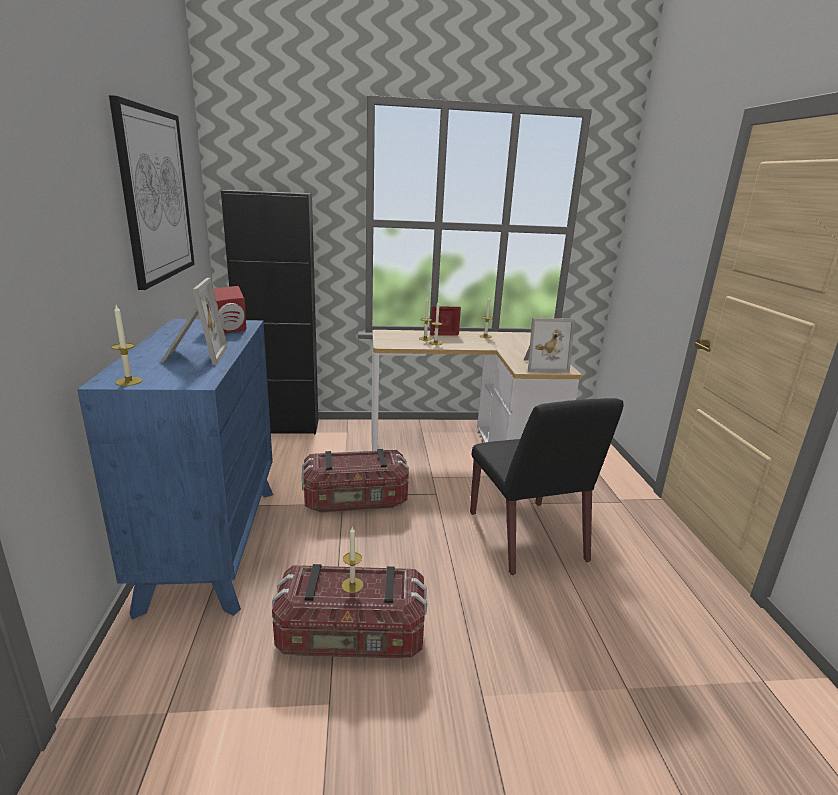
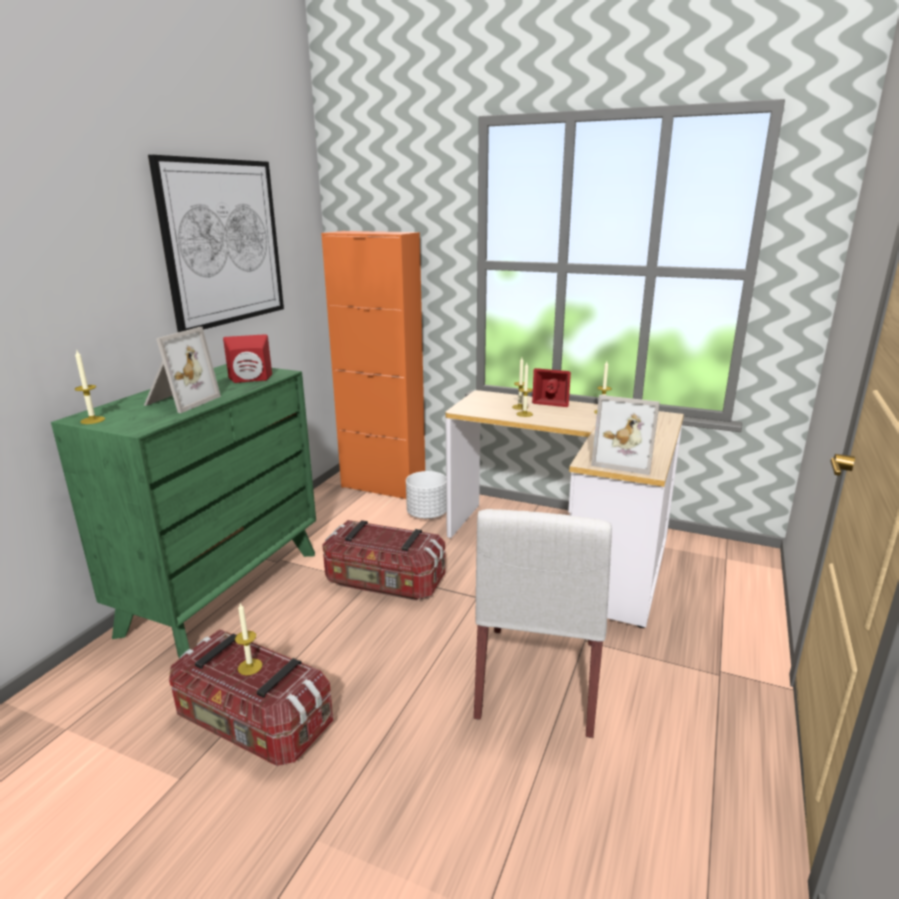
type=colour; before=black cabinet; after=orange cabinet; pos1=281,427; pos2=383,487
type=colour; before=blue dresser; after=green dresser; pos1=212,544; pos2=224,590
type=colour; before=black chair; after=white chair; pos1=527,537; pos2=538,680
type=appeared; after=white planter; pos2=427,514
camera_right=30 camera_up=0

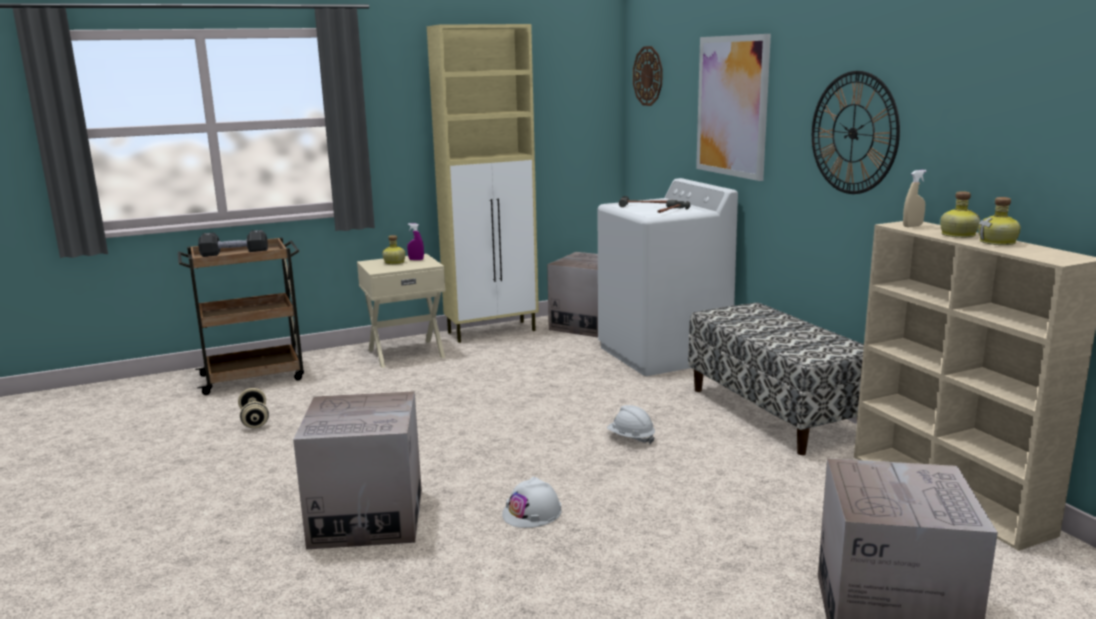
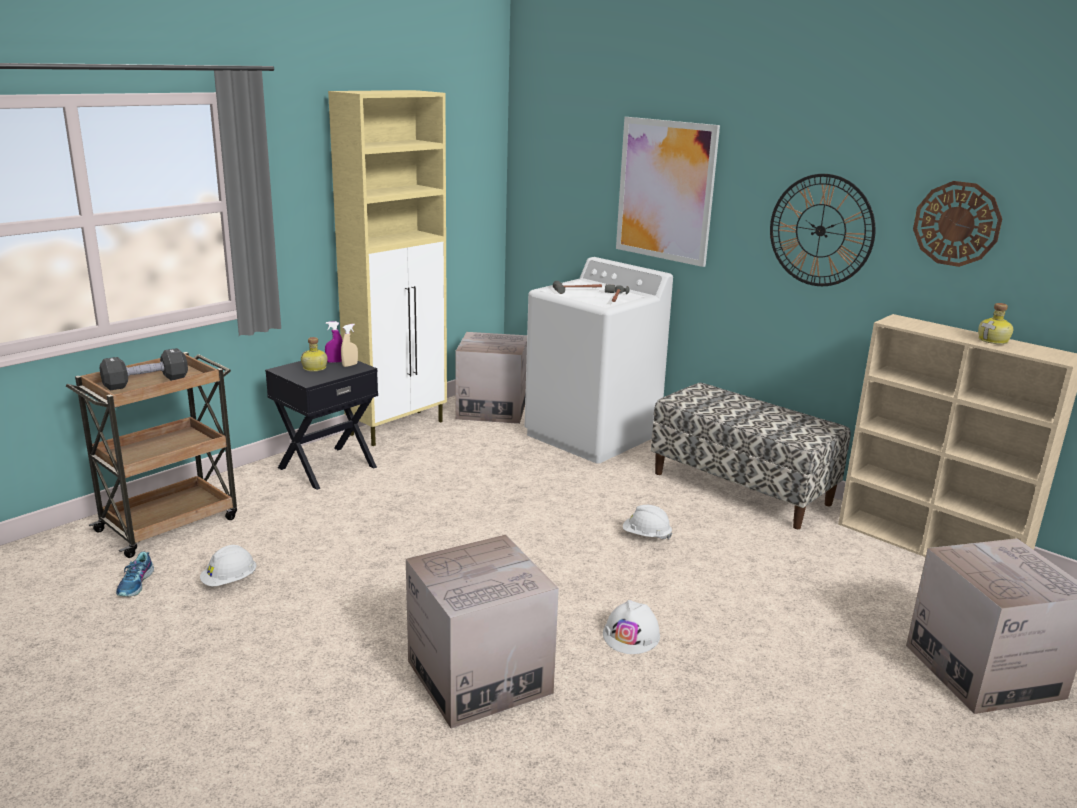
type=relocated; before=wall clock; pos1=648,76; pos2=956,224
type=relocated; before=beige spray bottle; pos1=912,226; pos2=350,365
type=missing; before=bottle; pos1=957,235
type=colour; before=beige nightstand; after=black nightstand; pos1=406,353; pos2=326,467
type=exchanged; before=beige dumbbell; after=white hard hat; pos1=254,420; pos2=230,581
type=appeared; after=shoe; pos2=136,584
camera_right=-25 camera_up=5

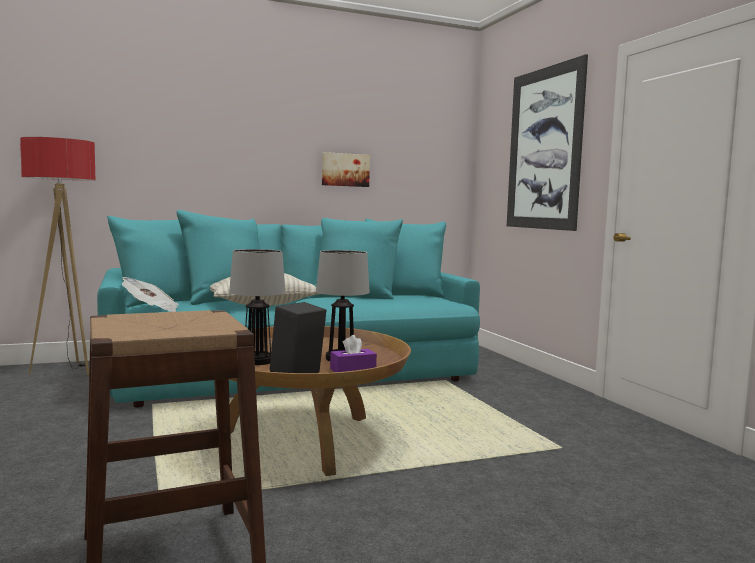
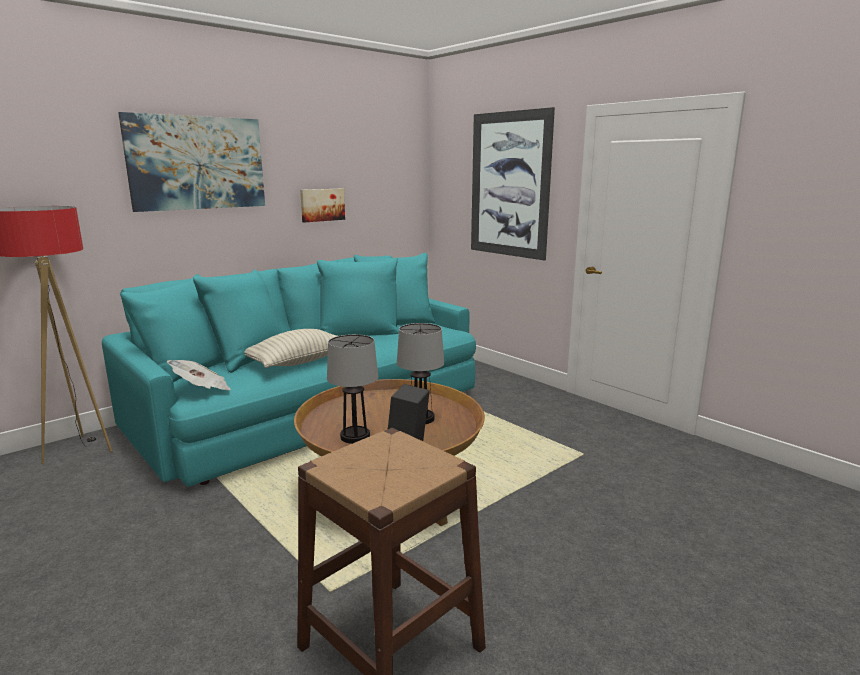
type=missing; before=purple tissue box; pos1=353,370
type=appeared; after=picture; pos2=197,163
camera_right=-20 camera_up=10

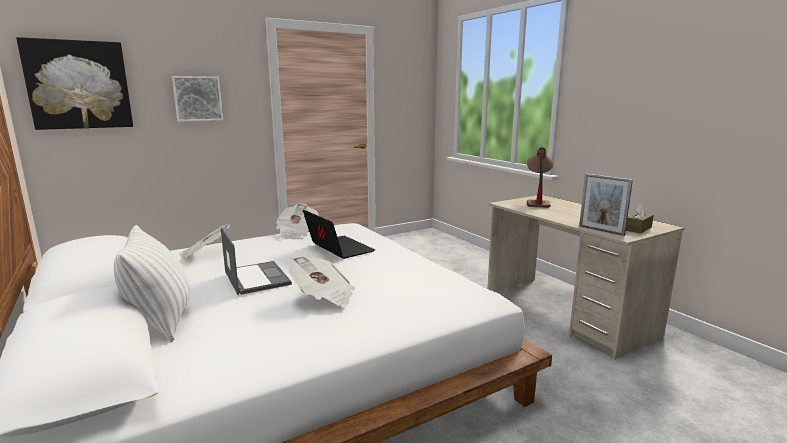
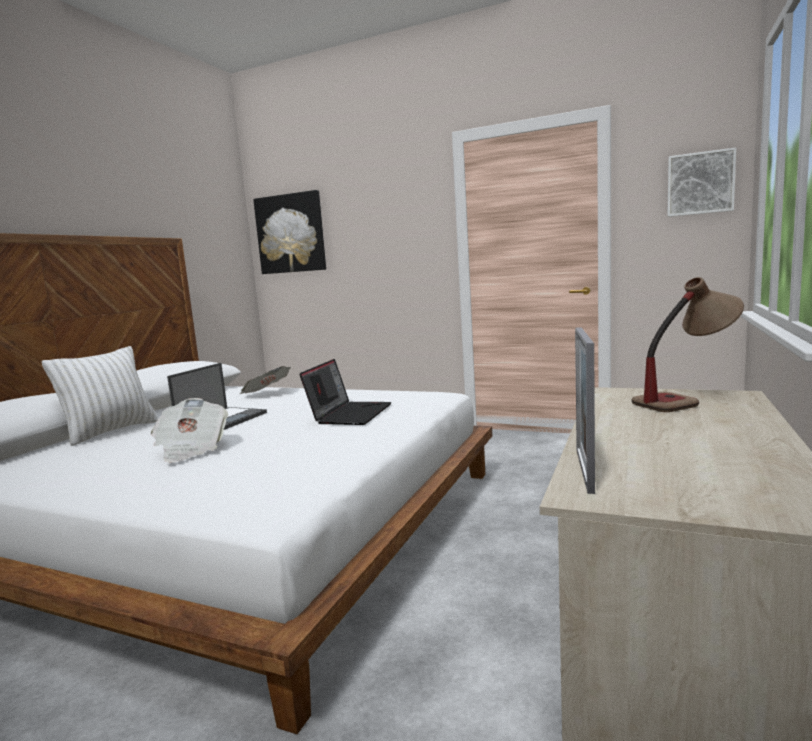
type=relocated; before=picture; pos1=197,98; pos2=700,183
type=missing; before=brown tissue box; pos1=637,228
type=missing; before=newspaper; pos1=296,233
camera_right=55 camera_up=-5

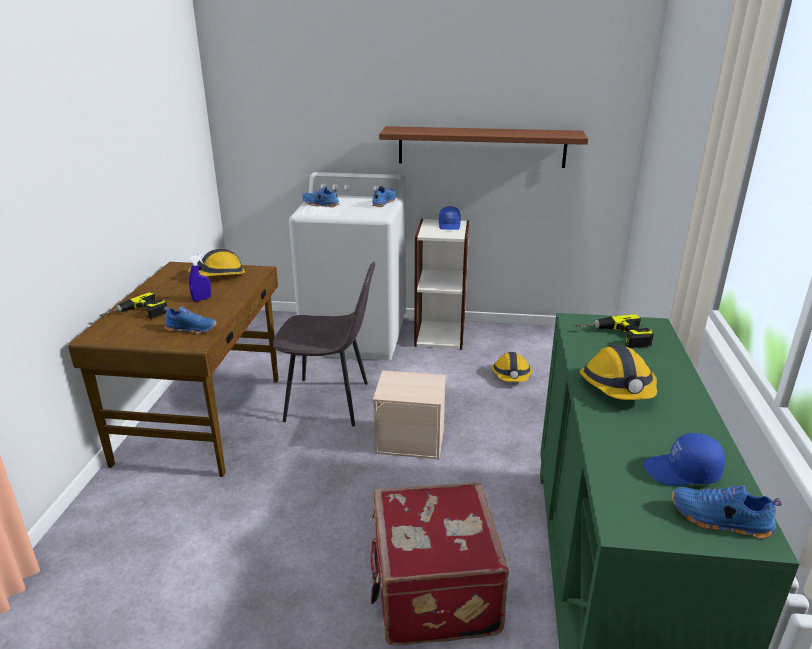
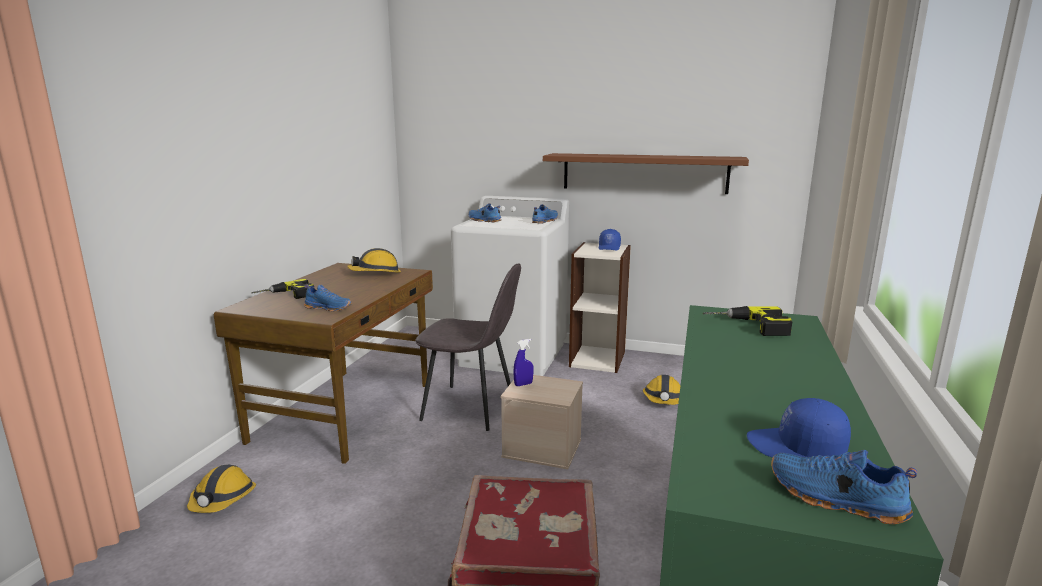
type=relocated; before=blue spray bottle; pos1=202,299; pos2=523,384
type=relocated; before=hard hat; pos1=618,387; pos2=223,500
camera_right=10 camera_up=-10

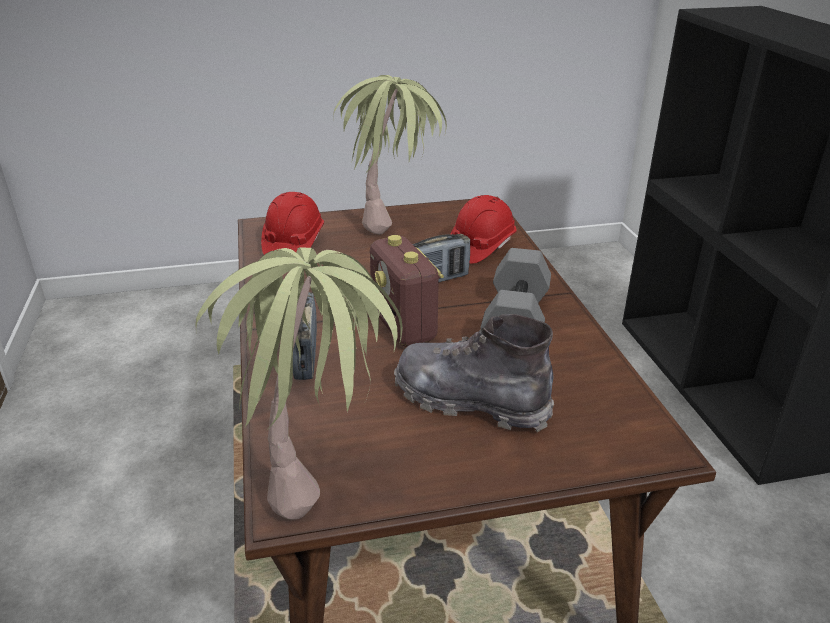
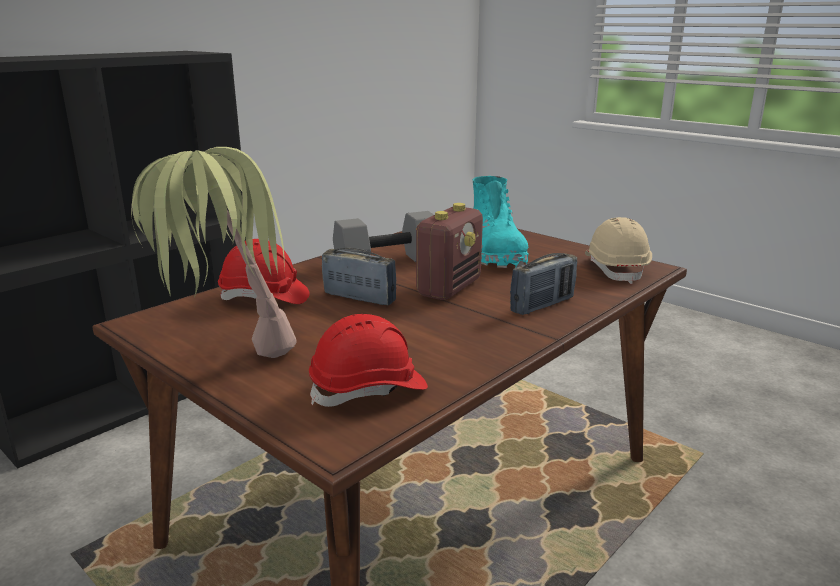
type=exchanged; before=potted plant; after=beige hard hat; pos1=318,466; pos2=615,269
type=colour; before=grey boot; after=turquoise boot; pos1=470,401; pos2=495,254
camera_right=-125 camera_up=-10

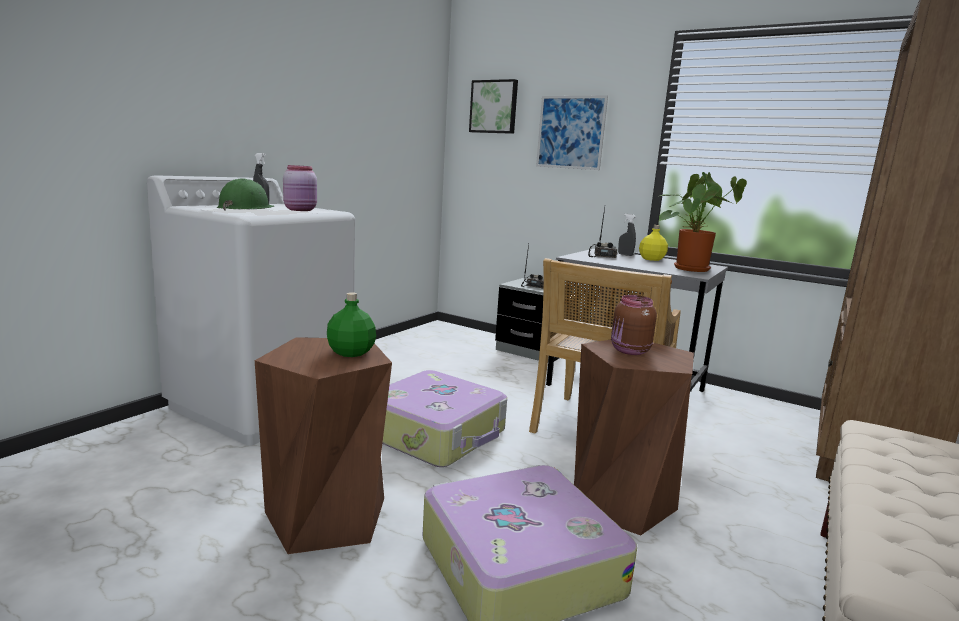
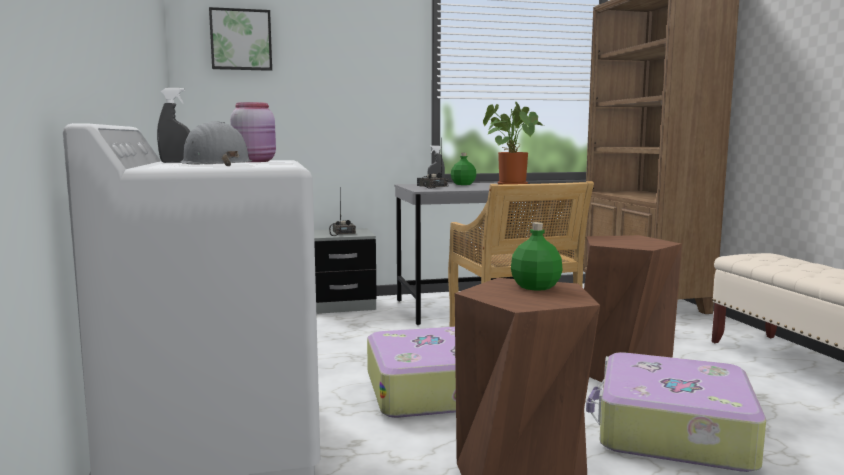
type=missing; before=picture; pos1=570,132
type=colour; before=green hard hat; after=grey hard hat; pos1=245,209; pos2=214,164
type=colour; before=yellow bottle; after=green bottle; pos1=651,259; pos2=463,184
type=missing; before=brown jar; pos1=629,351
camera_right=-45 camera_up=-5

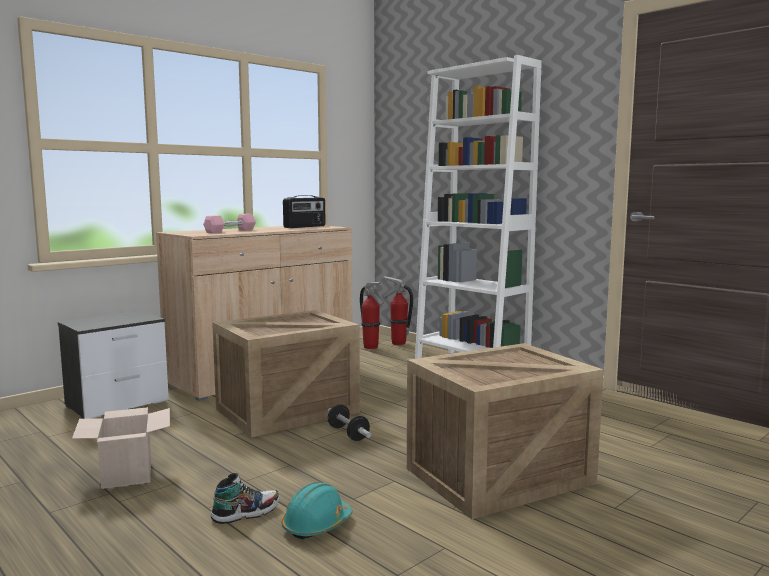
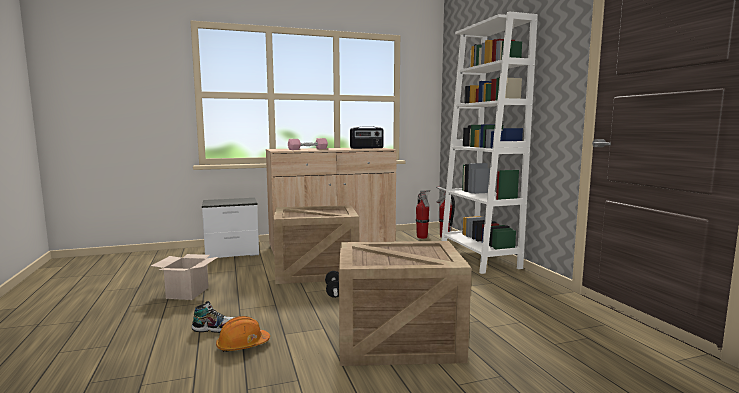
type=colour; before=turquoise hard hat; after=orange hard hat; pos1=317,525; pos2=242,345
camera_right=25 camera_up=0

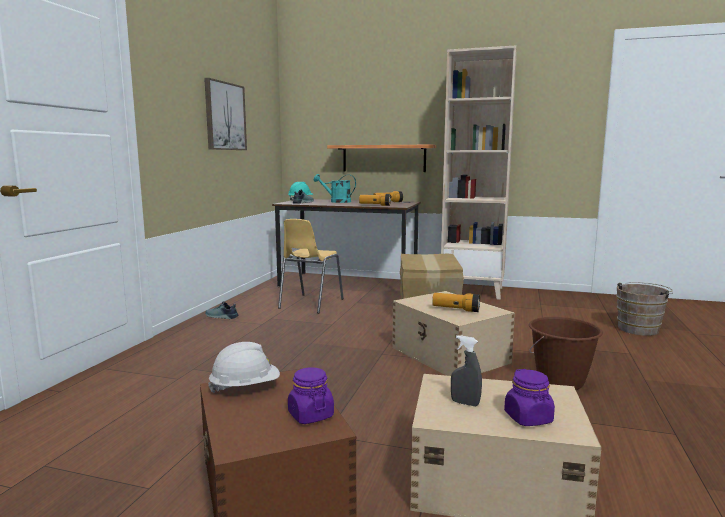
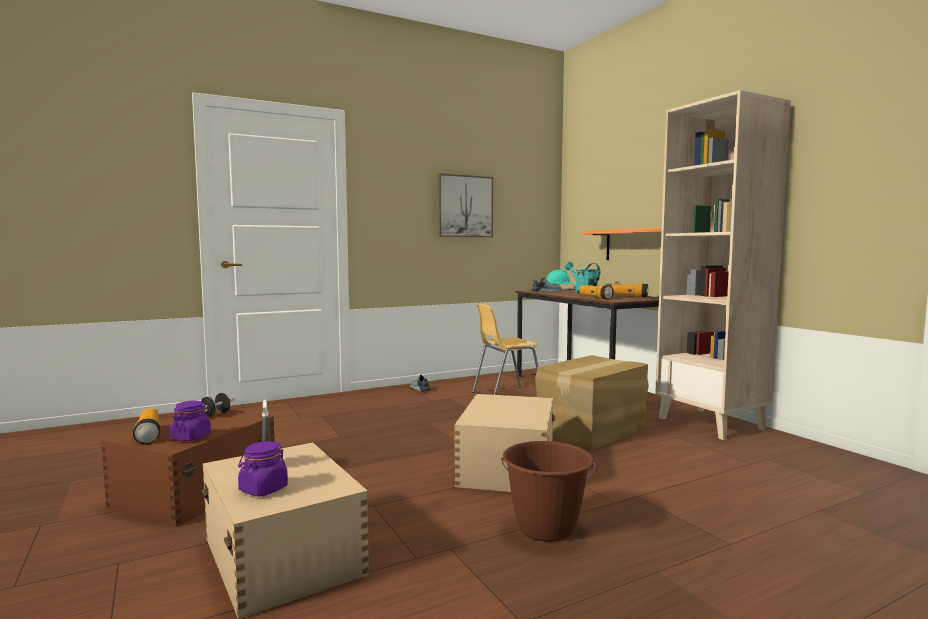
type=missing; before=brown bucket; pos1=639,328
type=relocated; before=flashlight; pos1=456,309; pos2=148,435
type=exchanged; before=white hard hat; after=black dumbbell; pos1=245,388; pos2=215,414
camera_right=45 camera_up=-5

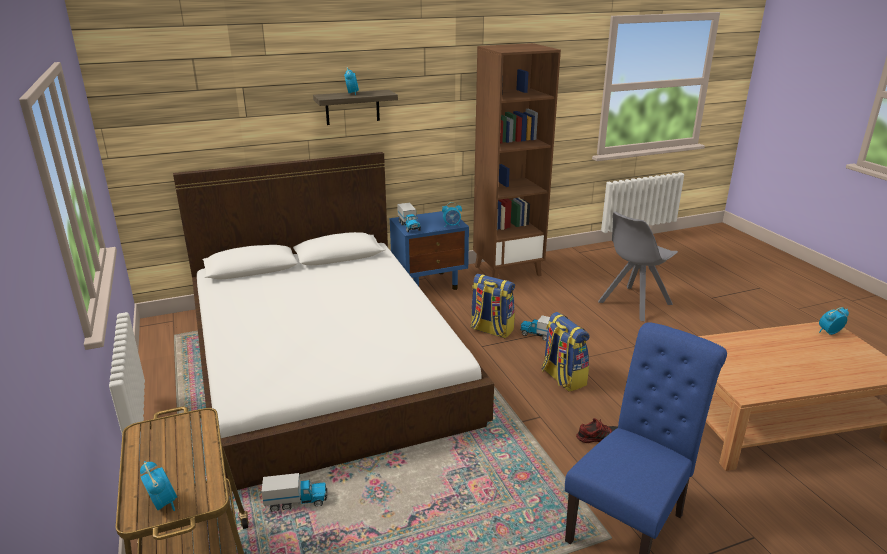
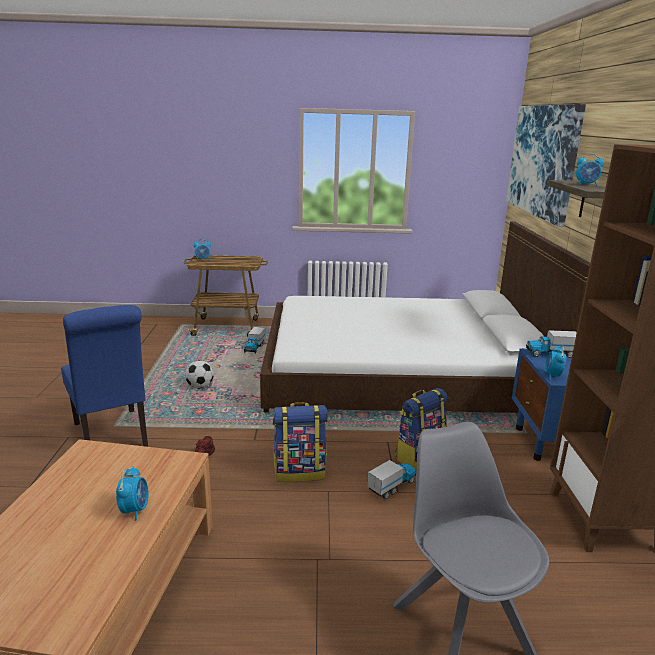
type=relocated; before=alarm clock; pos1=829,333; pos2=135,510
type=appeared; after=picture; pos2=542,160
type=appeared; after=football; pos2=200,386
camera_right=110 camera_up=-5

